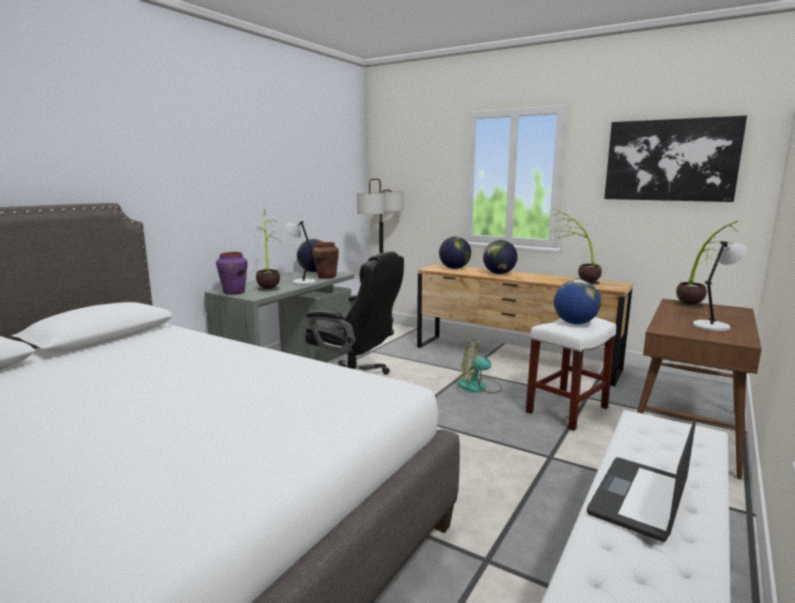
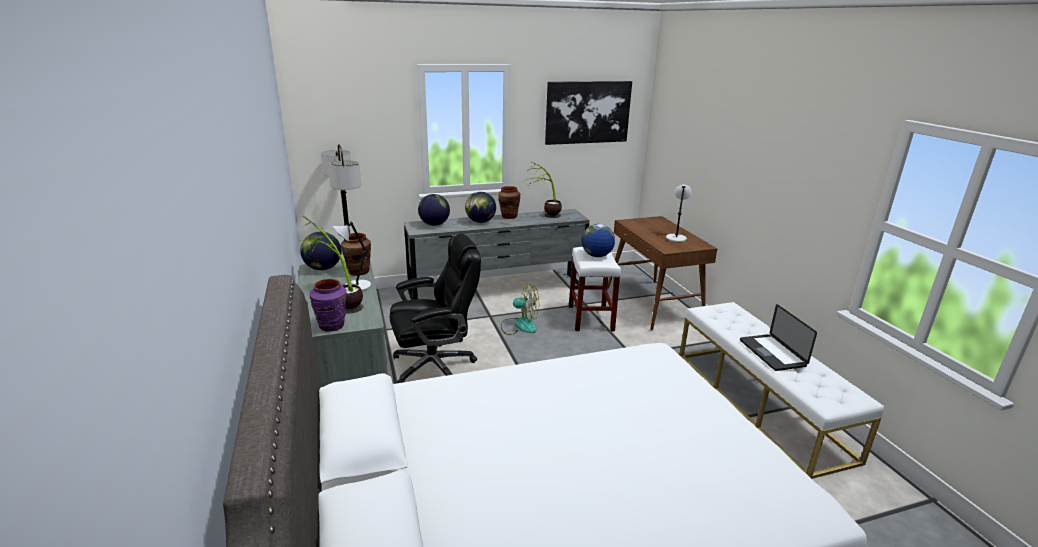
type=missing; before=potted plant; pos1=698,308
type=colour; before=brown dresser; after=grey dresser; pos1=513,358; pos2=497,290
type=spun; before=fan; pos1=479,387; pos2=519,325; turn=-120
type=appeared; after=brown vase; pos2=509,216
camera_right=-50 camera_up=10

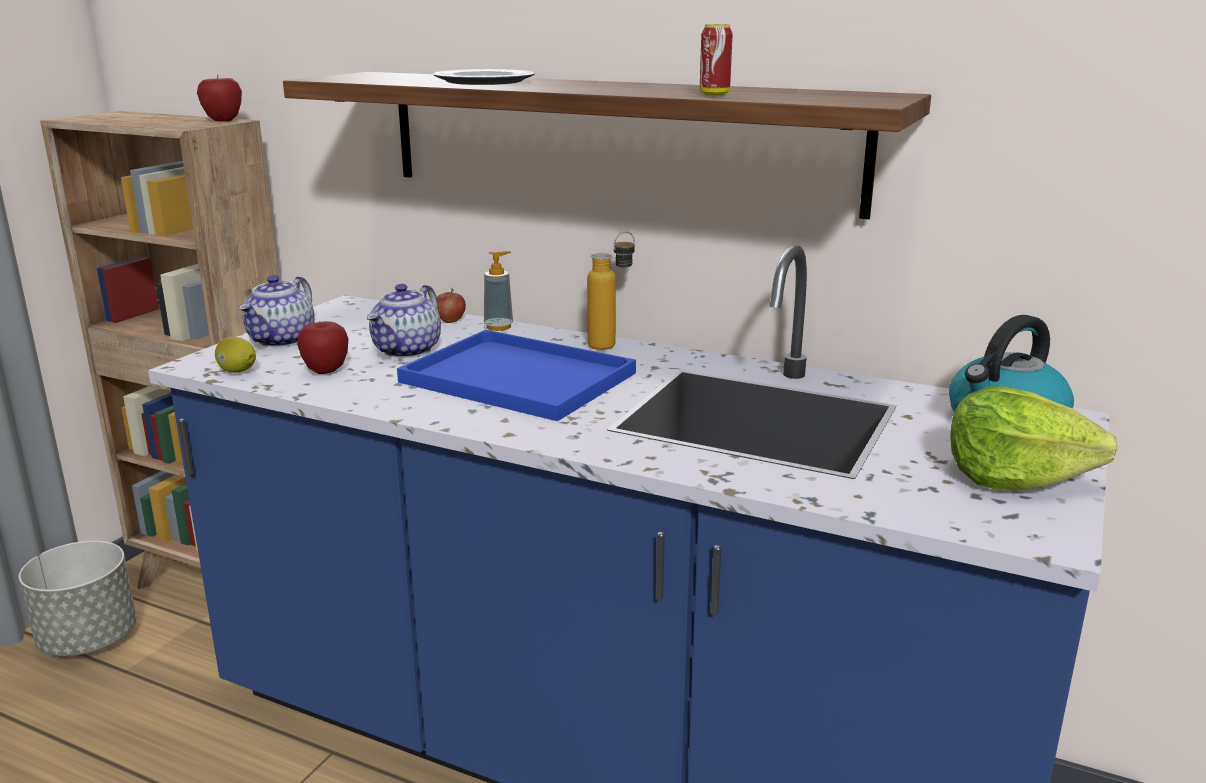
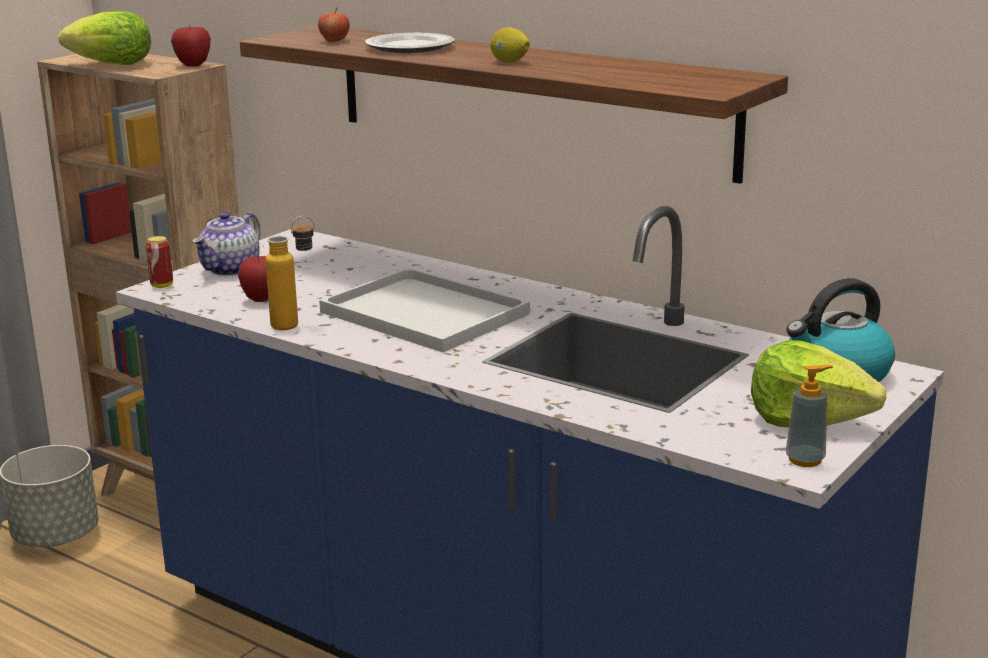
type=relocated; before=can; pos1=714,94; pos2=162,285
type=relocated; before=bottle; pos1=611,344; pos2=296,324
type=relocated; before=soap dispenser; pos1=498,327; pos2=805,460
type=missing; before=teapot; pos1=407,351
type=relocated; before=apple; pos1=450,321; pos2=334,41
type=colour; before=blue tray; after=white tray; pos1=513,377; pos2=420,313
type=relocated; before=lemon; pos1=238,371; pos2=509,62
type=appeared; after=lettuce; pos2=112,65
camera_right=10 camera_up=0

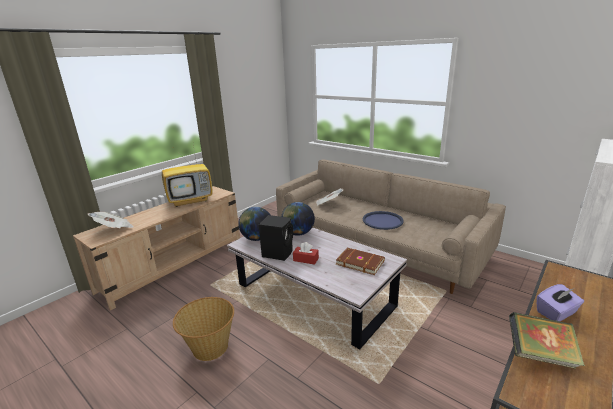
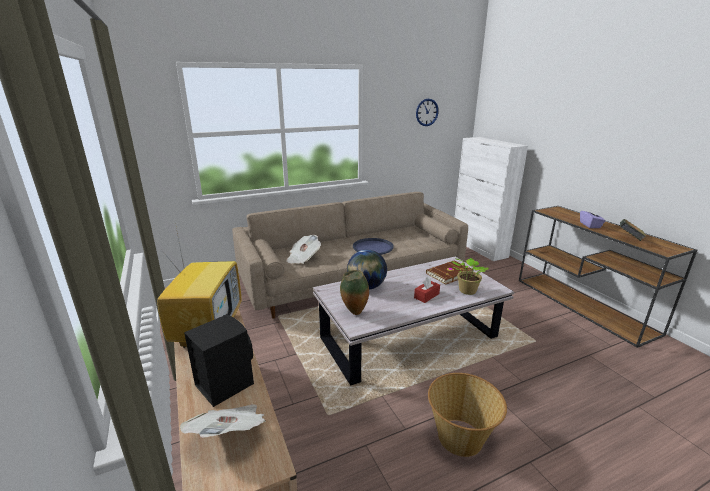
type=exchanged; before=globe; after=vase; pos1=257,238; pos2=354,313
type=relocated; before=black speaker; pos1=278,253; pos2=224,383
type=appeared; after=wall clock; pos2=427,112
type=appeared; after=potted plant; pos2=466,291
camera_right=-65 camera_up=0

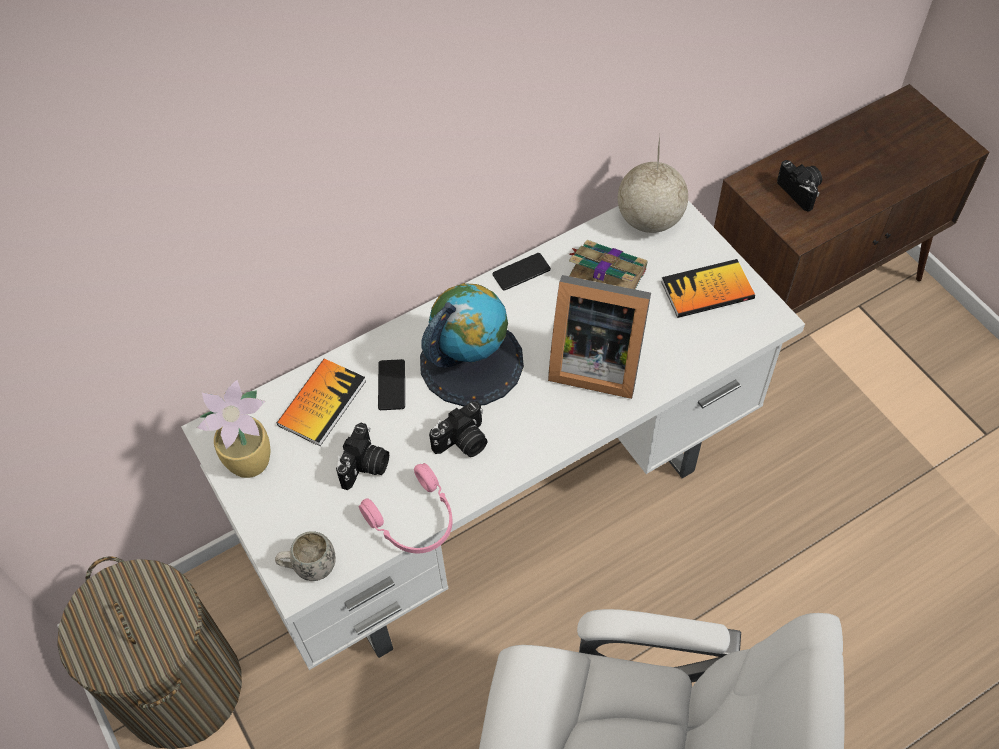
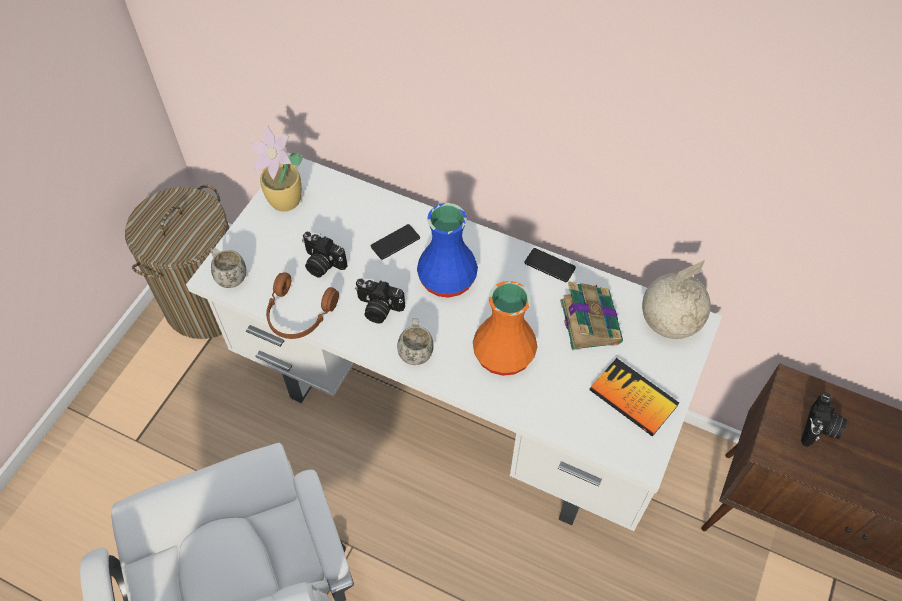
type=exchanged; before=picture frame; after=orange vase; pos1=594,361; pos2=505,353
type=exchanged; before=globe; after=blue vase; pos1=471,361; pos2=448,277
type=missing; before=book; pos1=322,403
type=spun; before=photo camera; pos1=365,467; pos2=322,264; turn=45
type=colour; before=pink headphones; after=brown headphones; pos1=415,521; pos2=298,315
type=appeared; after=white mug; pos2=415,350
camera_right=55 camera_up=0

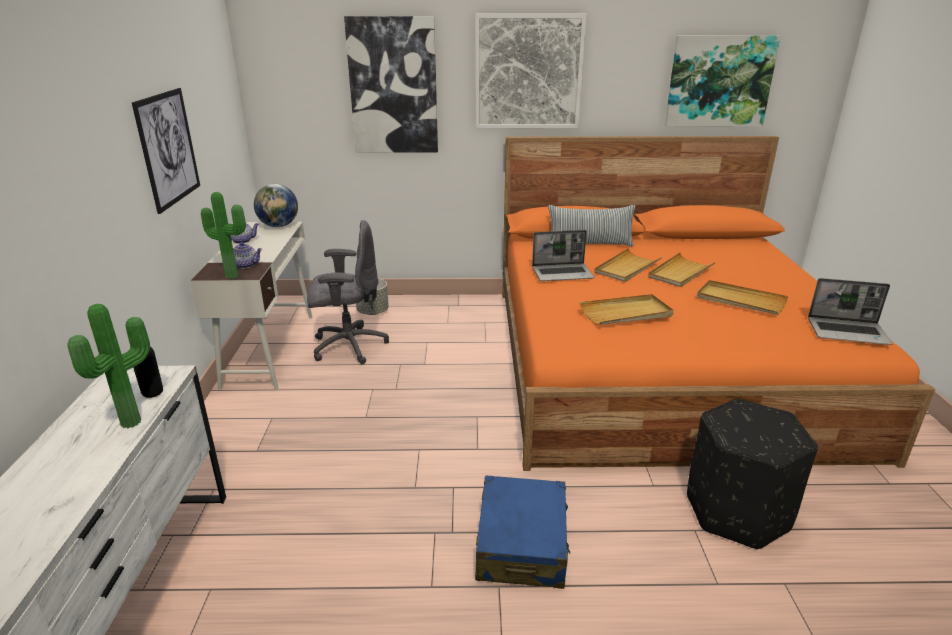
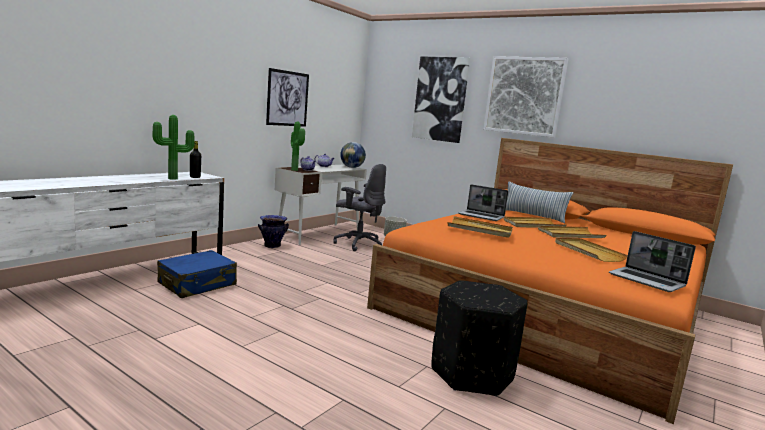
type=missing; before=picture; pos1=719,81
type=relocated; before=blue suitcase; pos1=522,544; pos2=197,284
type=appeared; after=vase; pos2=272,246
camera_right=35 camera_up=-15

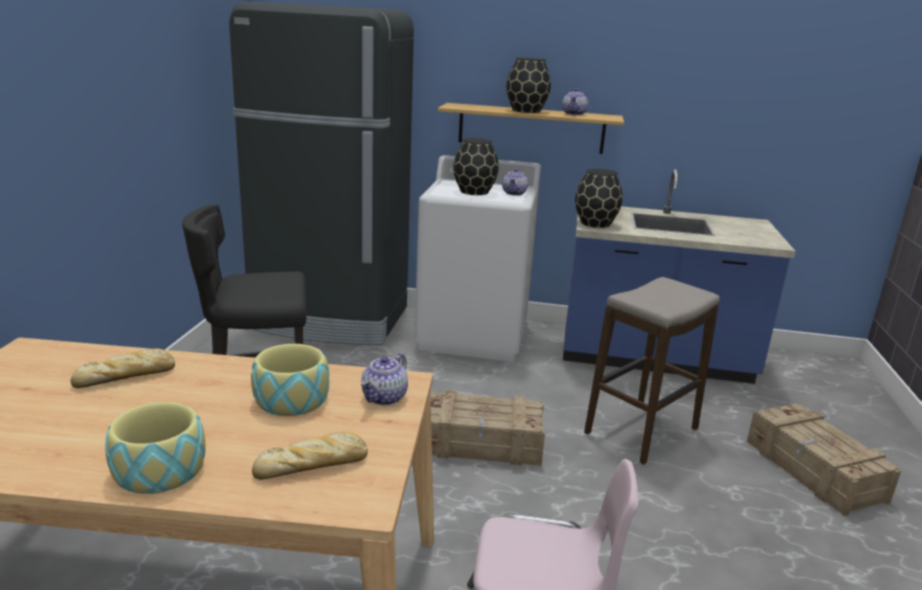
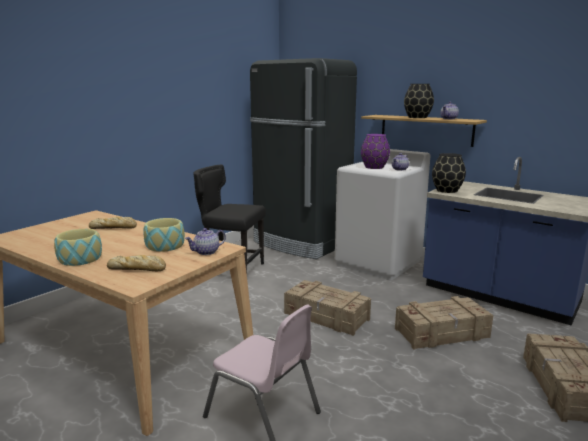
type=colour; before=black vase; after=purple vase; pos1=474,191; pos2=374,167
type=exchanged; before=stool; after=crate; pos1=641,431; pos2=442,333
camera_right=30 camera_up=-5

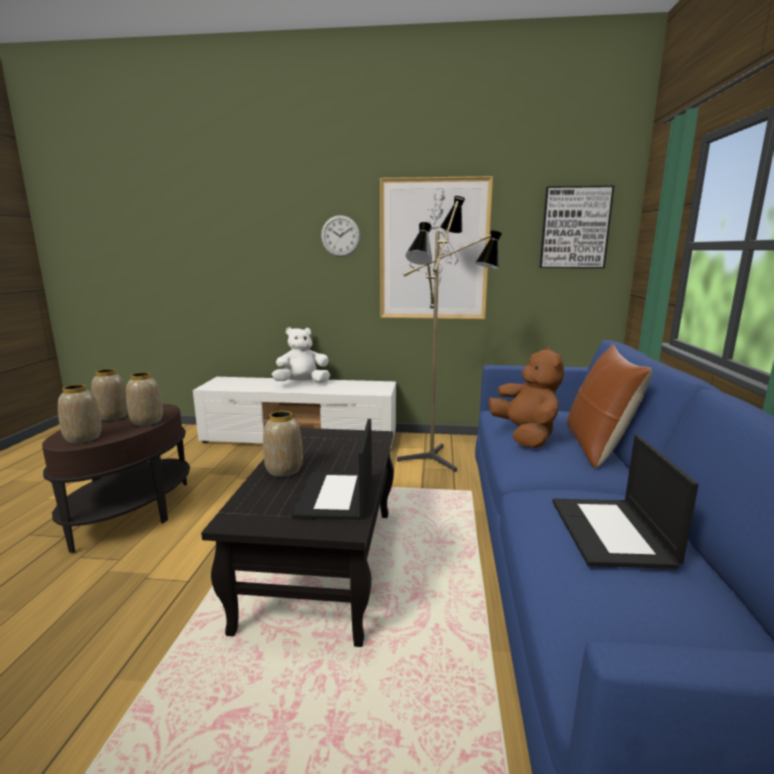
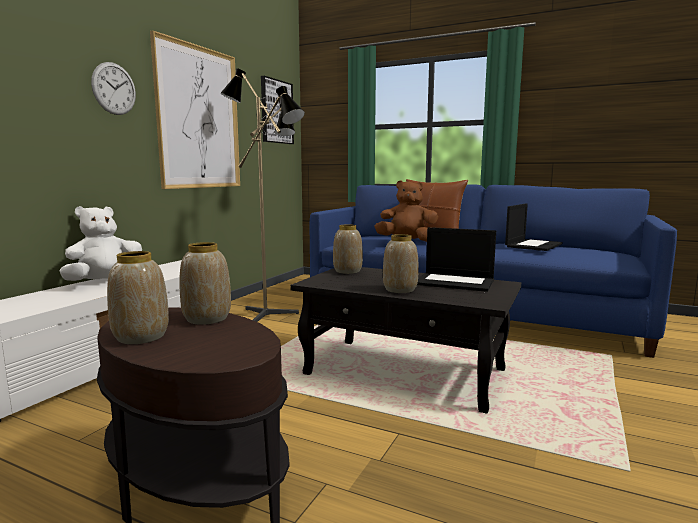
type=spun; before=white plush toy; pos1=302,383; pos2=106,282; turn=45
type=relocated; before=vase; pos1=83,438; pos2=347,271
type=spun; before=laptop; pos1=612,532; pos2=533,245; turn=-75
camera_right=-70 camera_up=-5

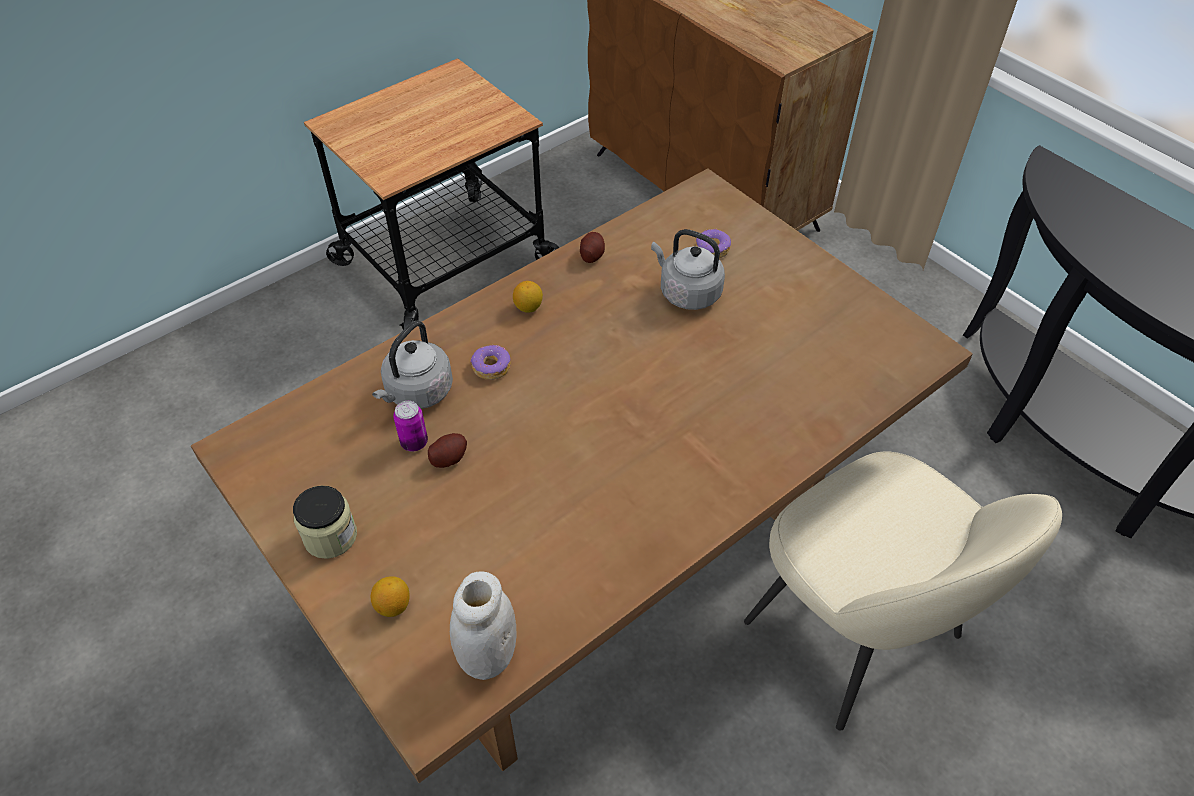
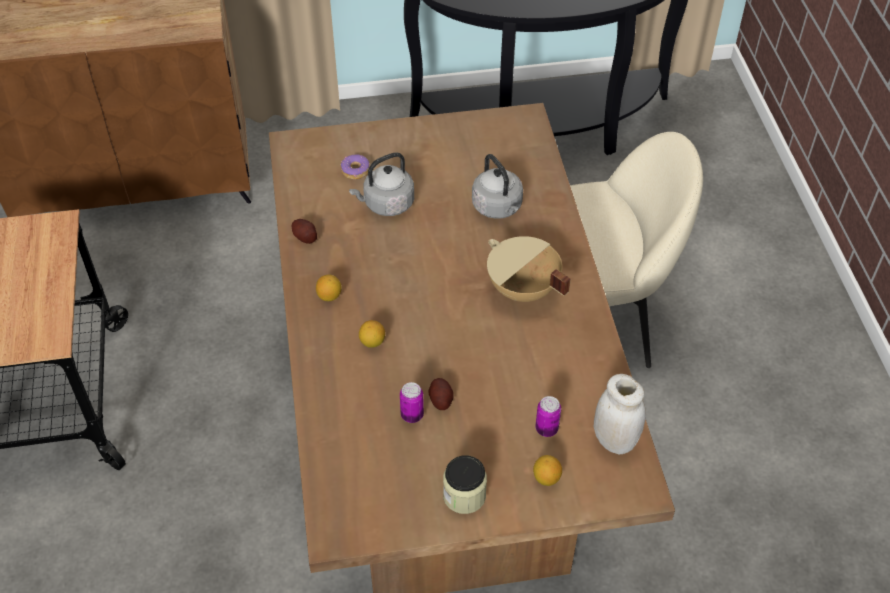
type=relocated; before=grey kettle; pos1=417,393; pos2=498,208
type=exchanged; before=donut; after=lemon; pos1=491,367; pos2=372,342
type=appeared; after=beige cooking pot; pos2=522,290
type=appeared; after=can; pos2=546,429
camera_right=-60 camera_up=0

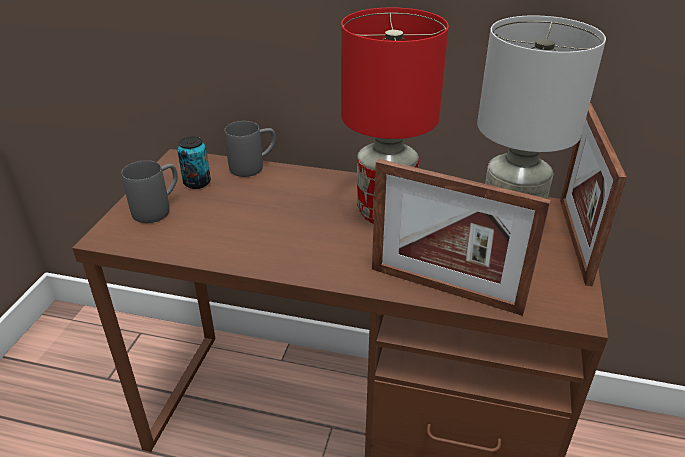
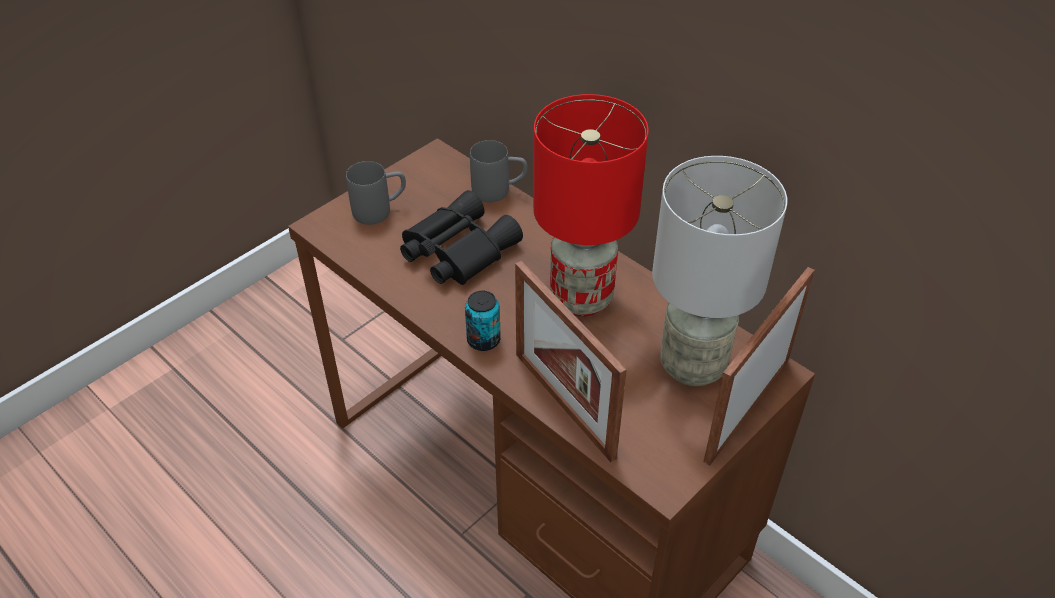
type=relocated; before=can; pos1=197,183; pos2=483,340
type=appeared; after=black binoculars; pos2=456,249
camera_right=30 camera_up=10

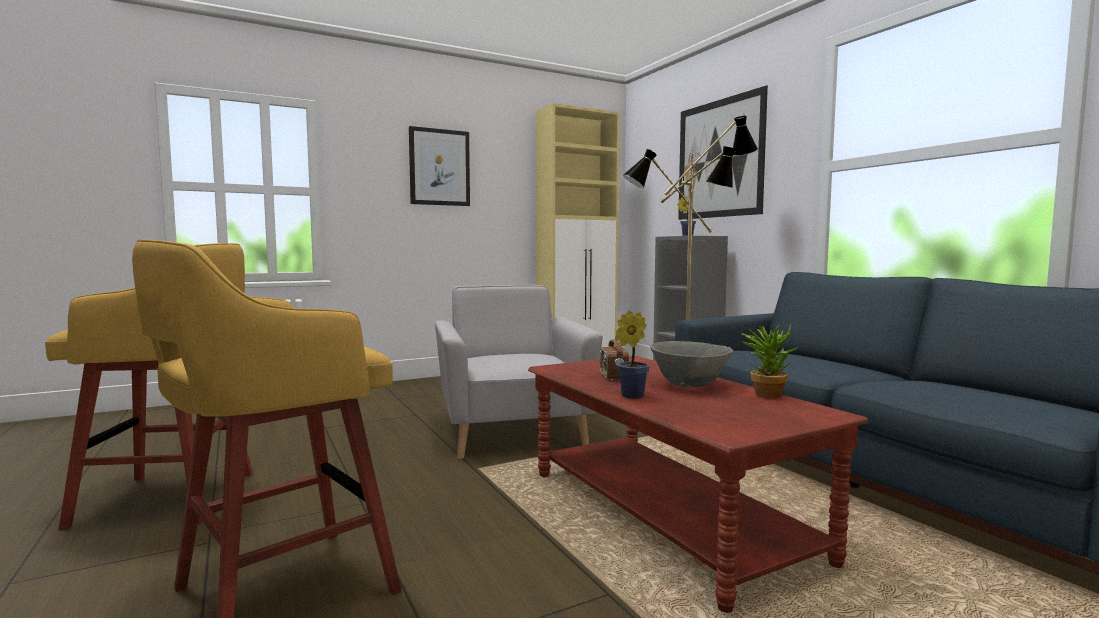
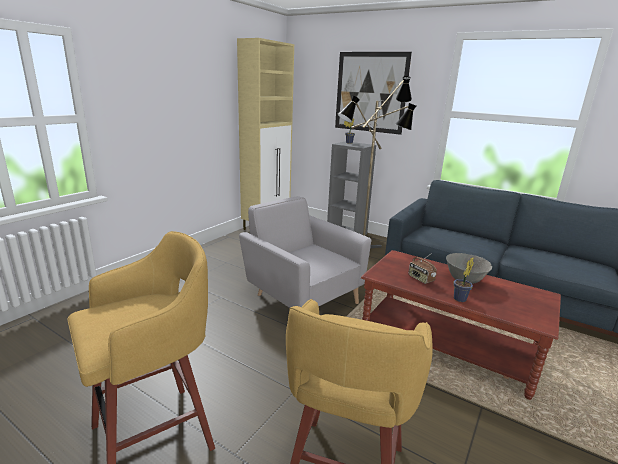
type=missing; before=picture; pos1=439,167
type=missing; before=potted plant; pos1=766,394
camera_right=-30 camera_up=15

